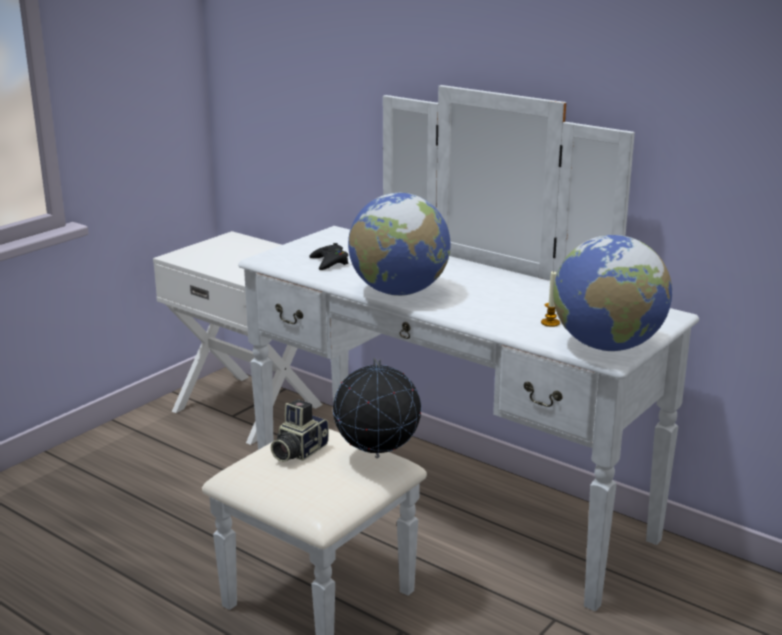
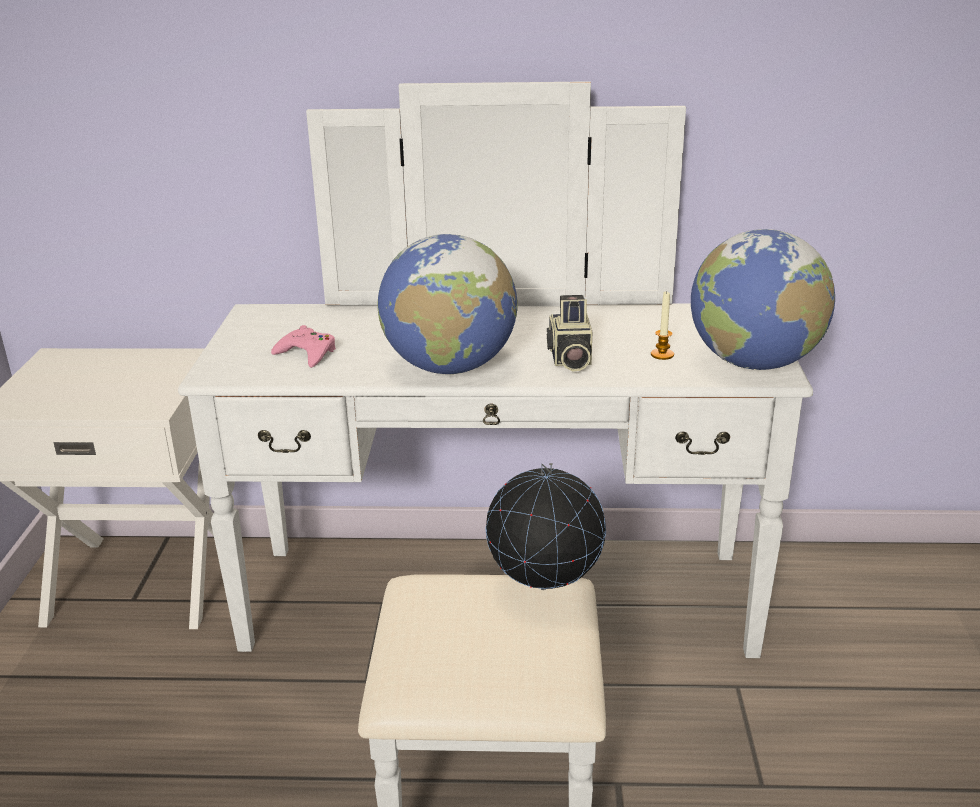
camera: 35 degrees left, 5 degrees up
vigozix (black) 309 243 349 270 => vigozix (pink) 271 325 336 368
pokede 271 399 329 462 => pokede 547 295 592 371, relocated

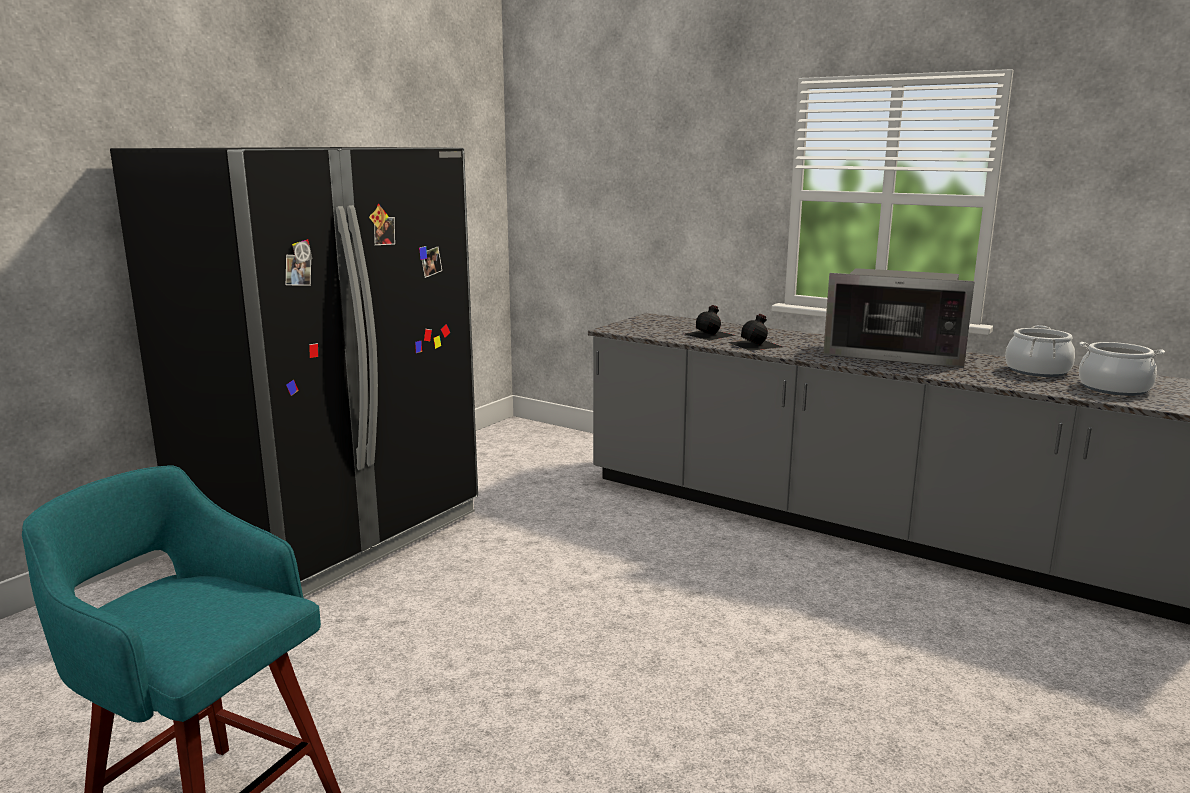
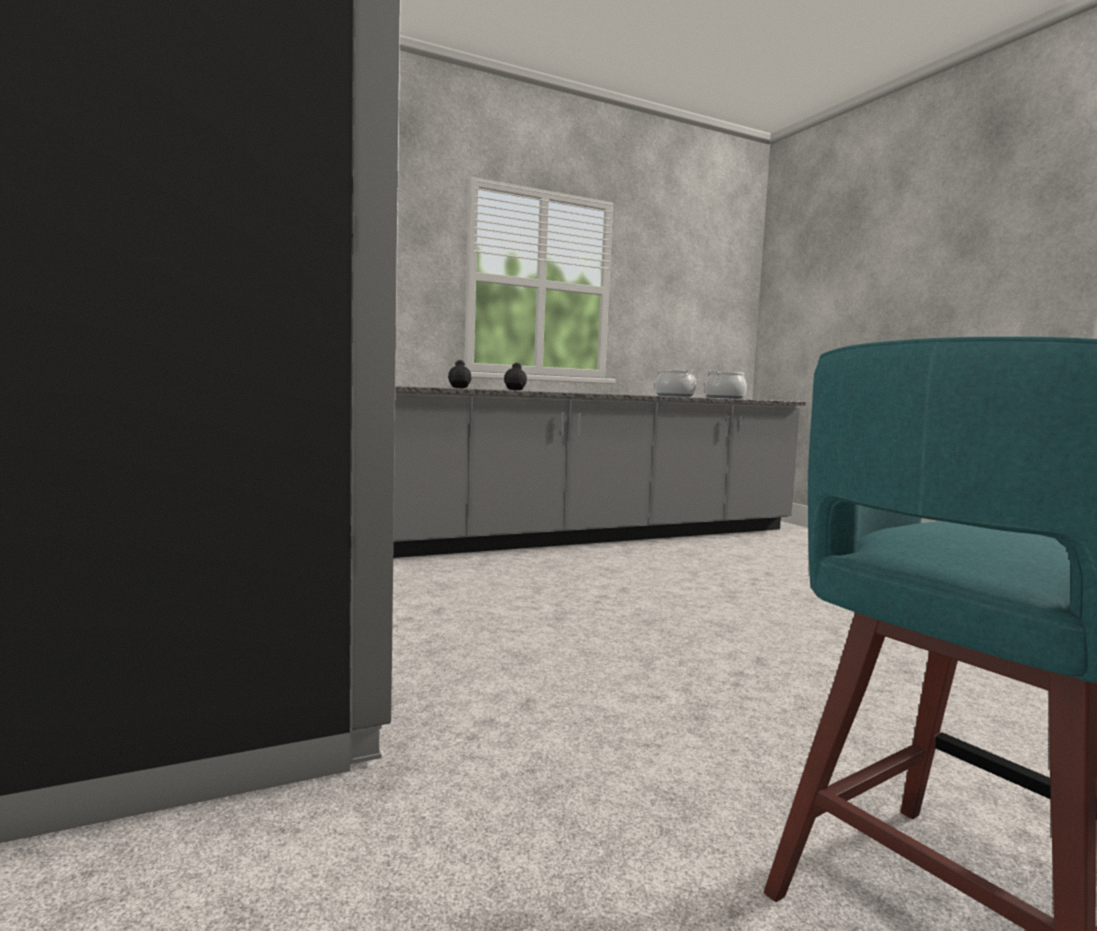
camera: 60 degrees left, 10 degrees down
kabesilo 823 268 975 368 => nothing

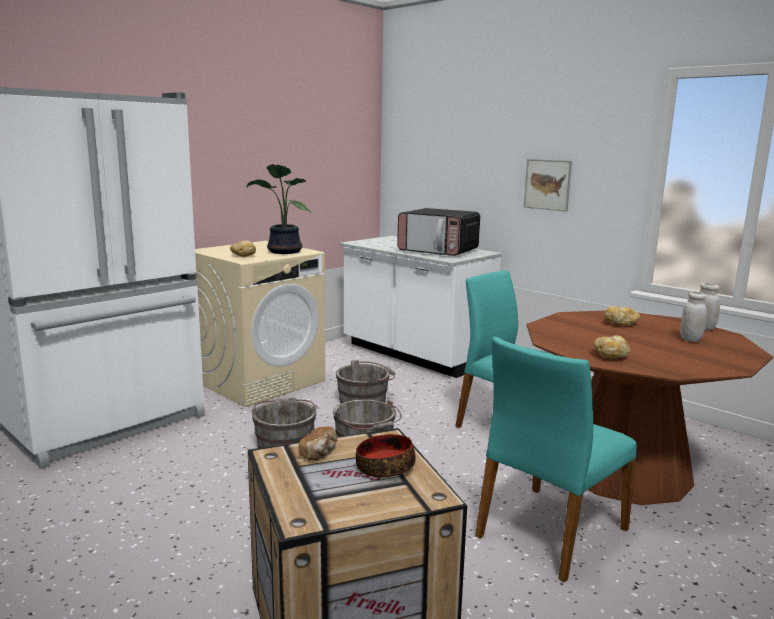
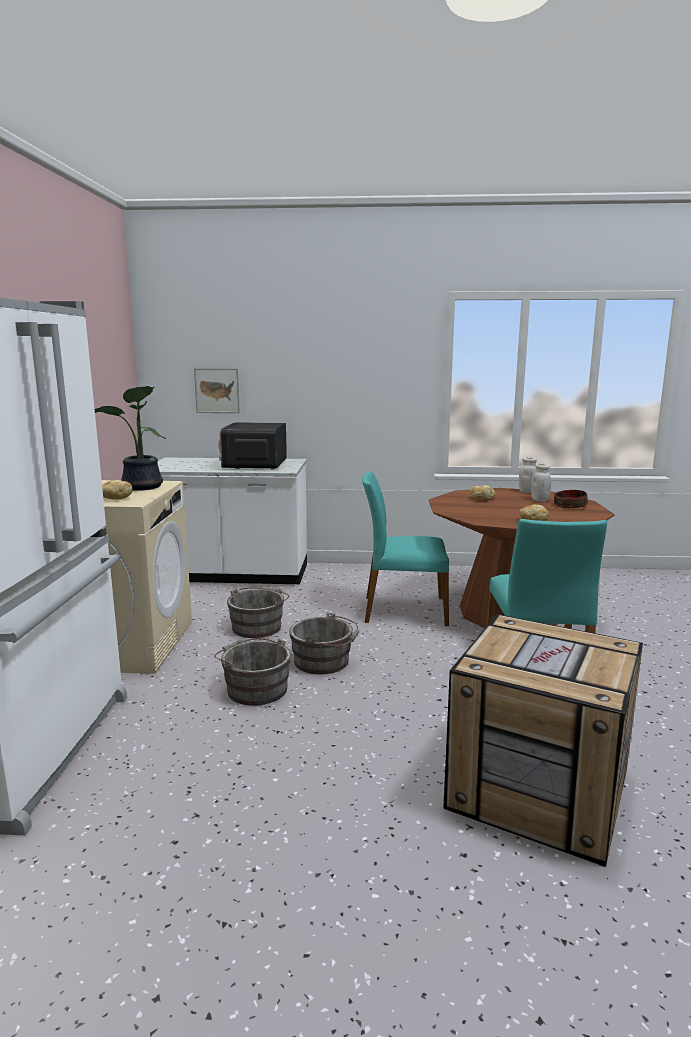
camera: 40 degrees left, 0 degrees up
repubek 524 159 572 212 => repubek 194 368 240 413, relocated
kabesilo 397 208 480 256 => kabesilo 218 422 287 469, 105 degrees clockwise
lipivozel 298 426 338 461 => nothing
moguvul 356 434 416 478 => moguvul 554 490 588 509, relocated

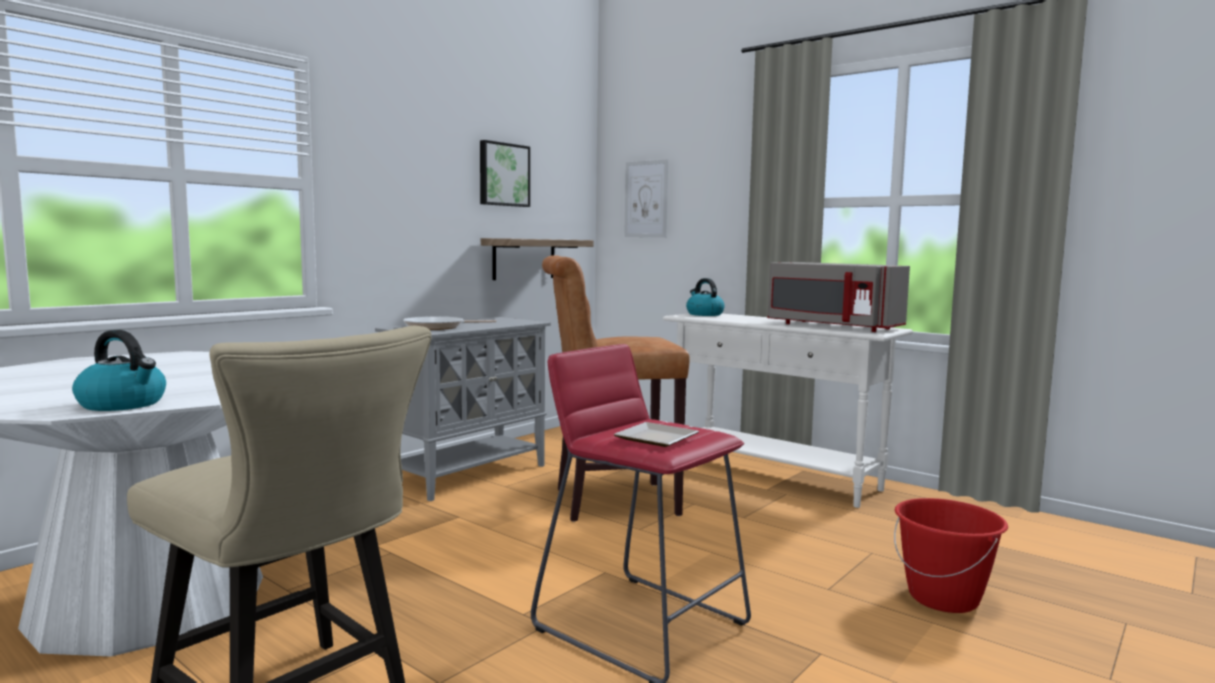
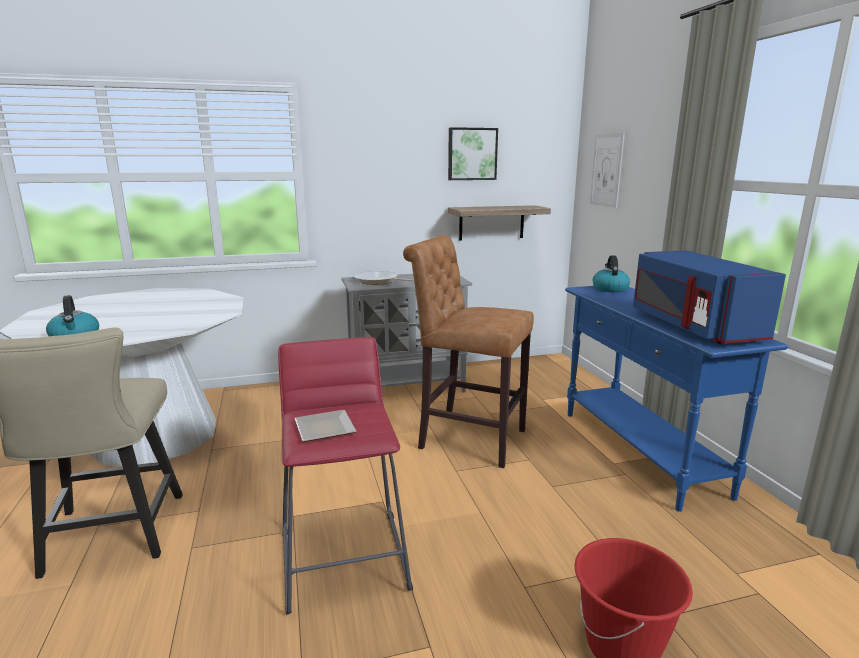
camera: 35 degrees right, 10 degrees up
kabesilo (grey) 768 262 910 332 => kabesilo (blue) 633 250 786 344
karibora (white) 663 313 913 508 => karibora (blue) 565 286 788 512

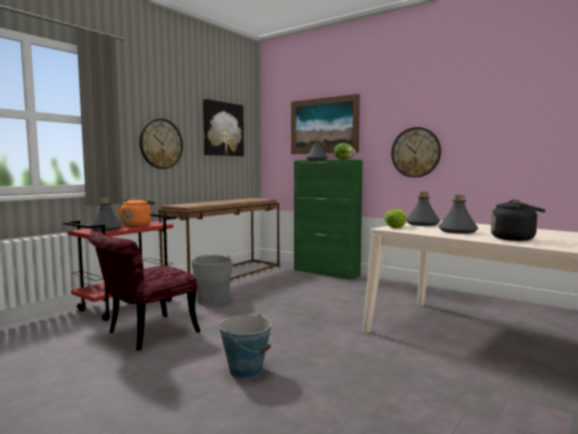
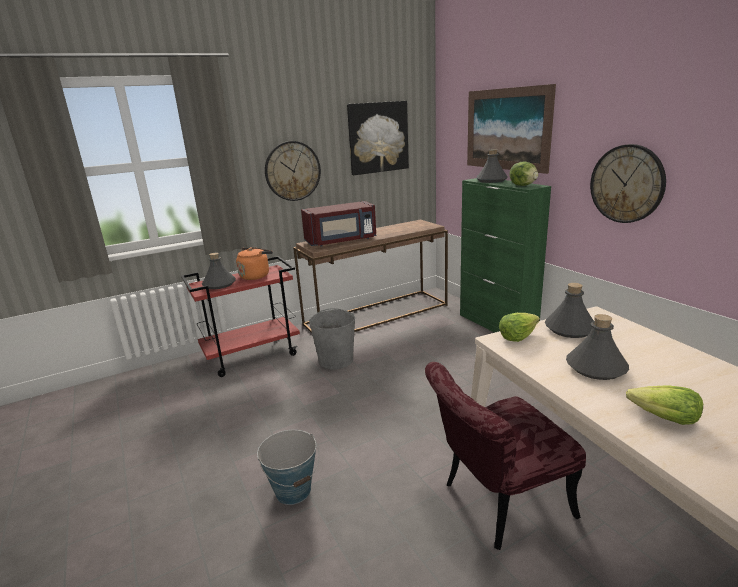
camera: 25 degrees right, 15 degrees up
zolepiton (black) 491 200 546 241 => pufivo 626 385 703 425
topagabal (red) 88 232 201 351 => topagabal (red) 425 362 586 550, relocated
nothing => kabesilo (red) 301 201 376 247

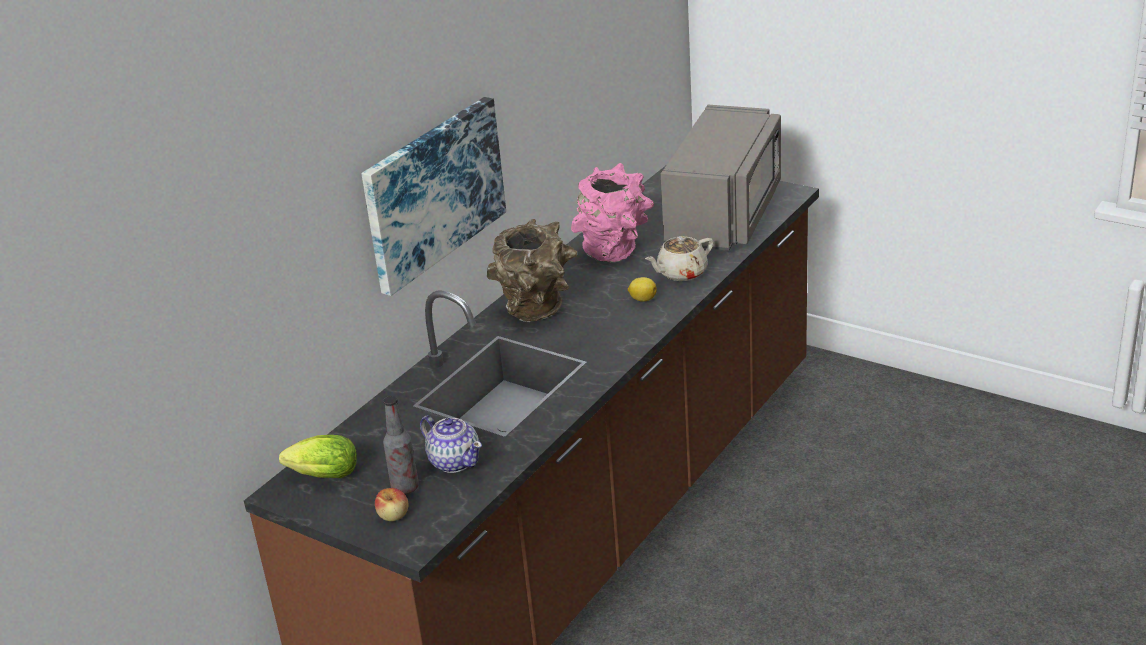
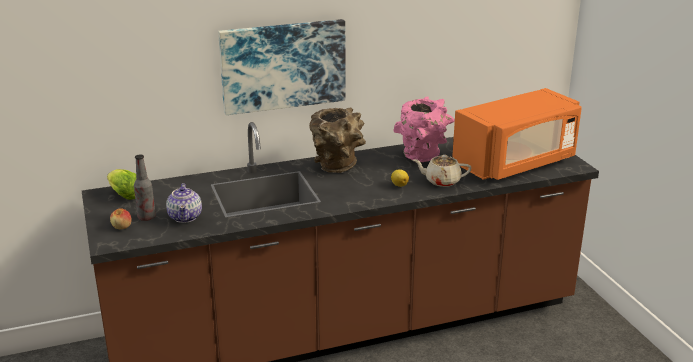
camera: 35 degrees right, 5 degrees down
kabesilo (grey) 661 105 781 251 => kabesilo (orange) 452 88 582 180

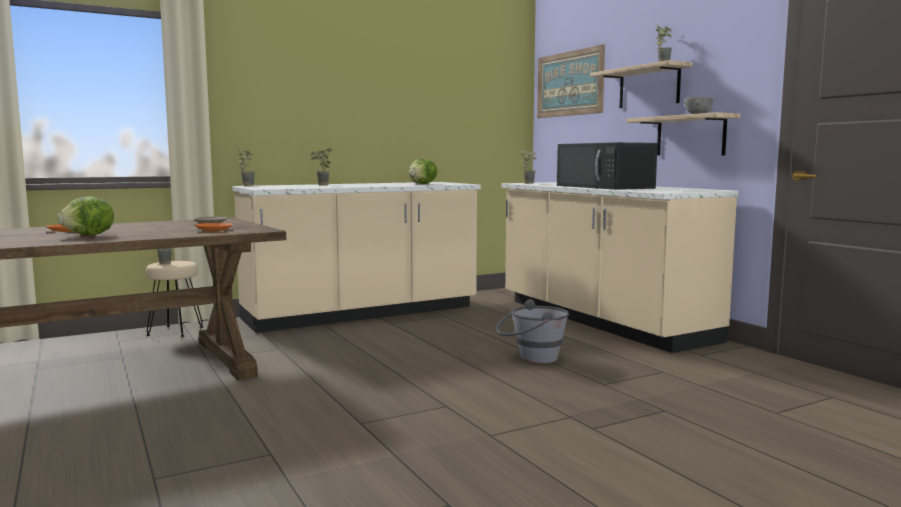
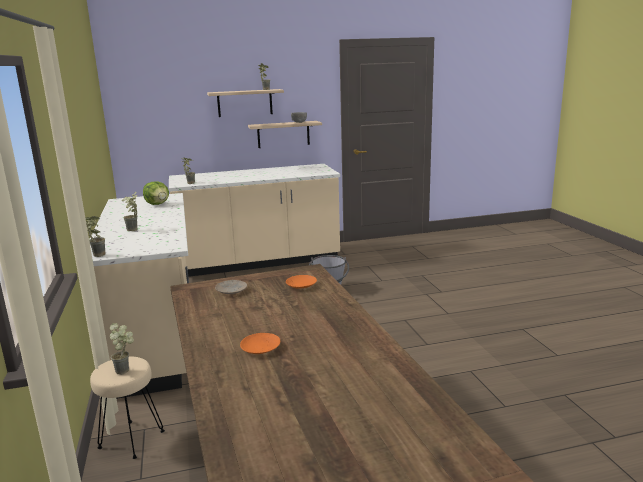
camera: 75 degrees left, 10 degrees up
repubek 537 44 605 118 => nothing
kabesilo (black) 557 142 658 190 => nothing
pufivo 57 196 114 235 => nothing

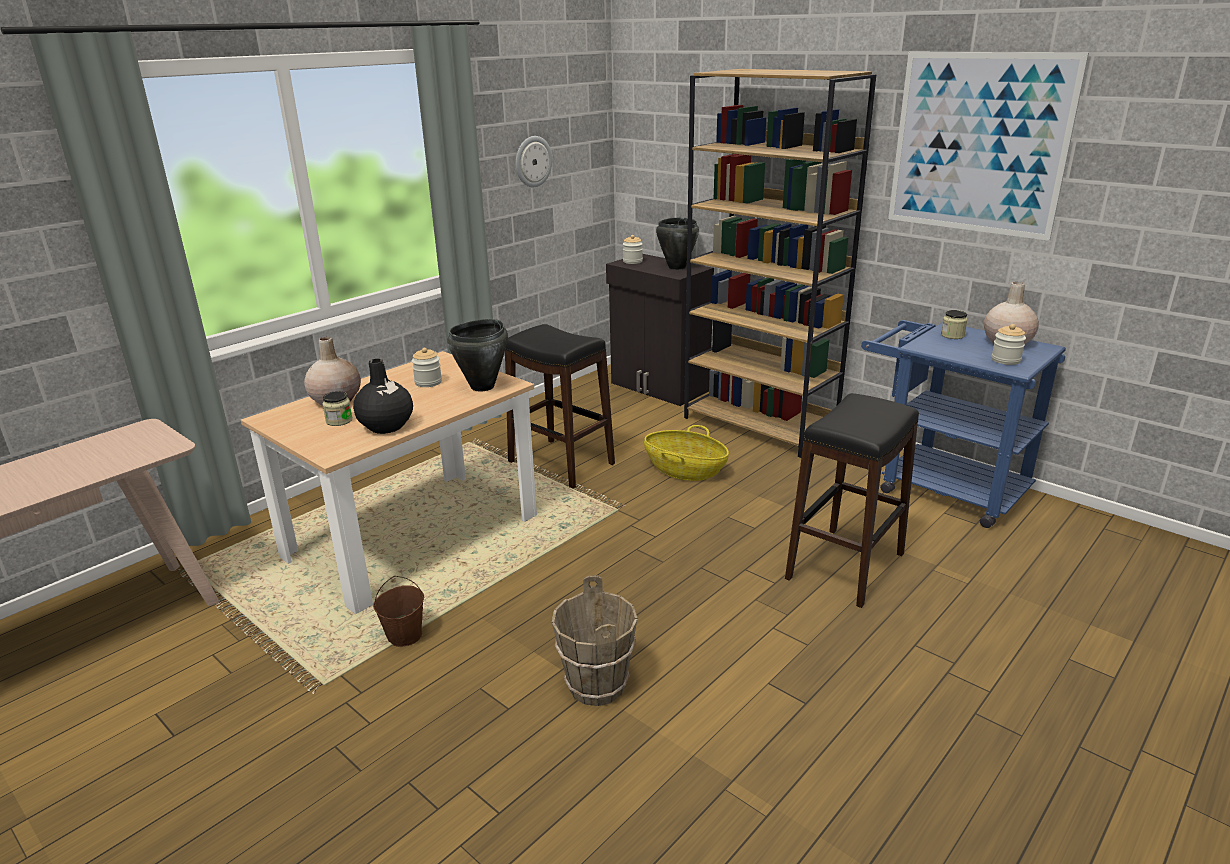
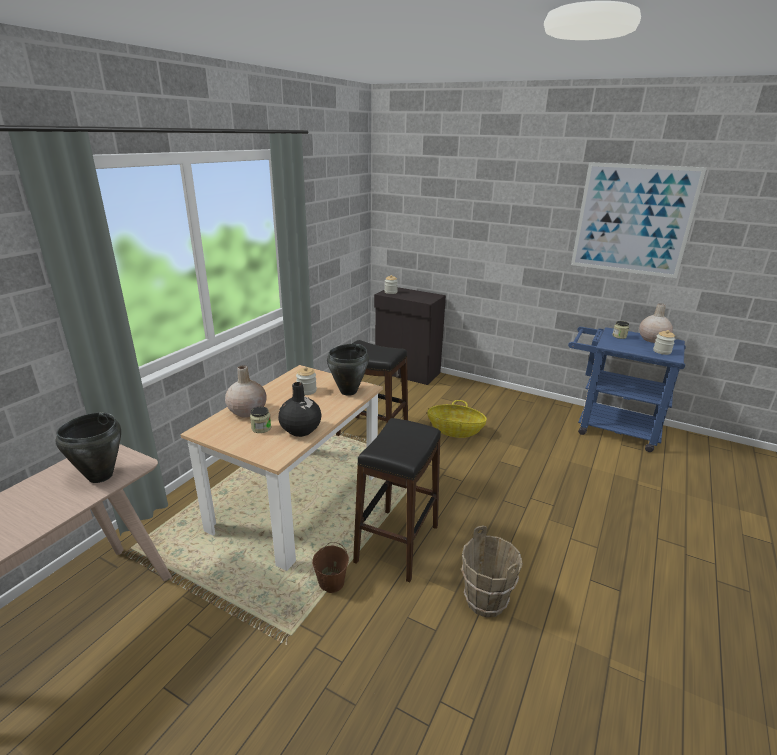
camera: 15 degrees left, 0 degrees up
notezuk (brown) 684 69 876 458 => nothing
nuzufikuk 516 136 552 188 => nothing
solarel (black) 656 217 699 270 => solarel (black) 56 412 121 483, relocated
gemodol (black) 785 393 919 608 => gemodol (black) 353 418 441 582, relocated

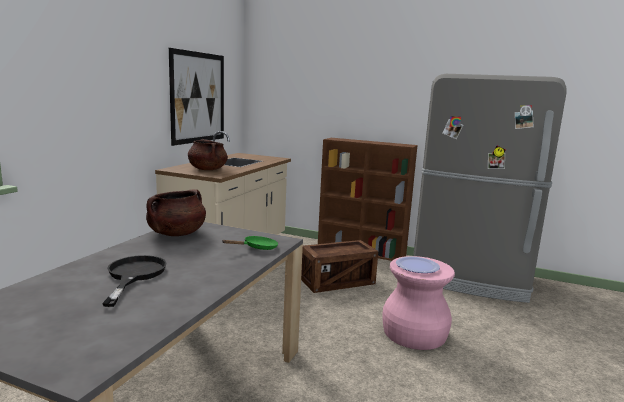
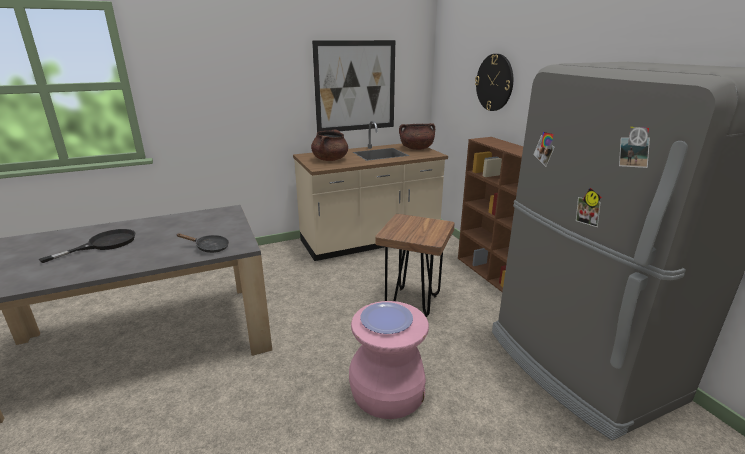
camera: 45 degrees right, 10 degrees up
solarel (brown) 146 189 206 236 => solarel (brown) 399 123 435 150, relocated
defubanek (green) 222 236 278 250 => defubanek (black) 177 233 229 253
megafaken 301 240 378 293 => gemodol (brown) 375 214 455 317
nothing => nuzufikuk 475 54 513 111

